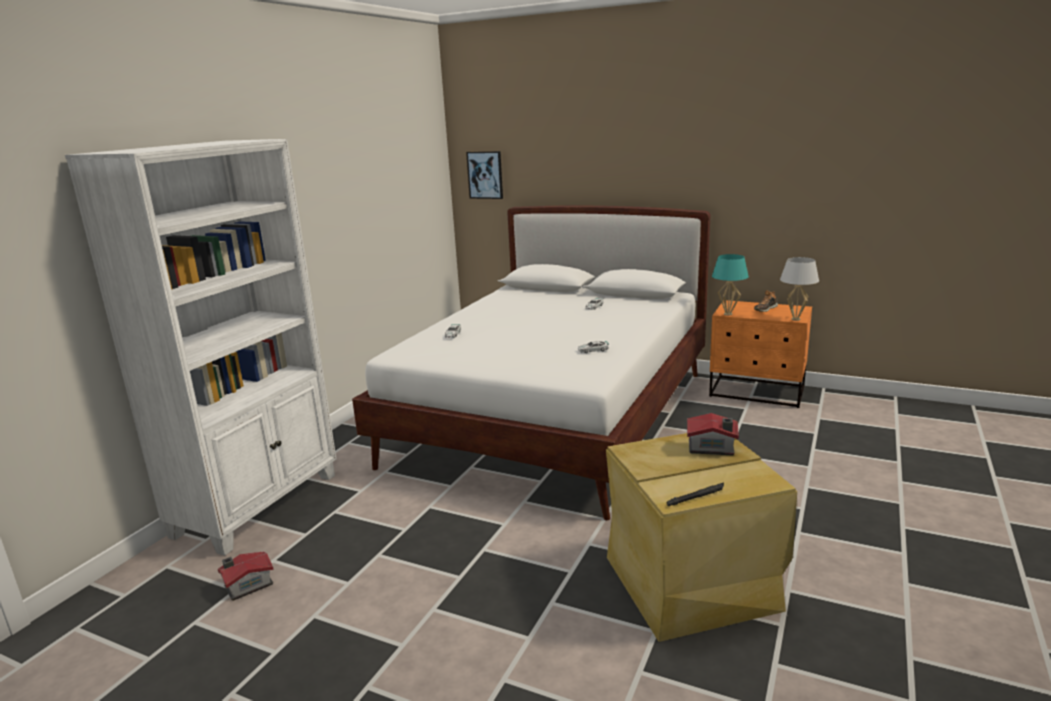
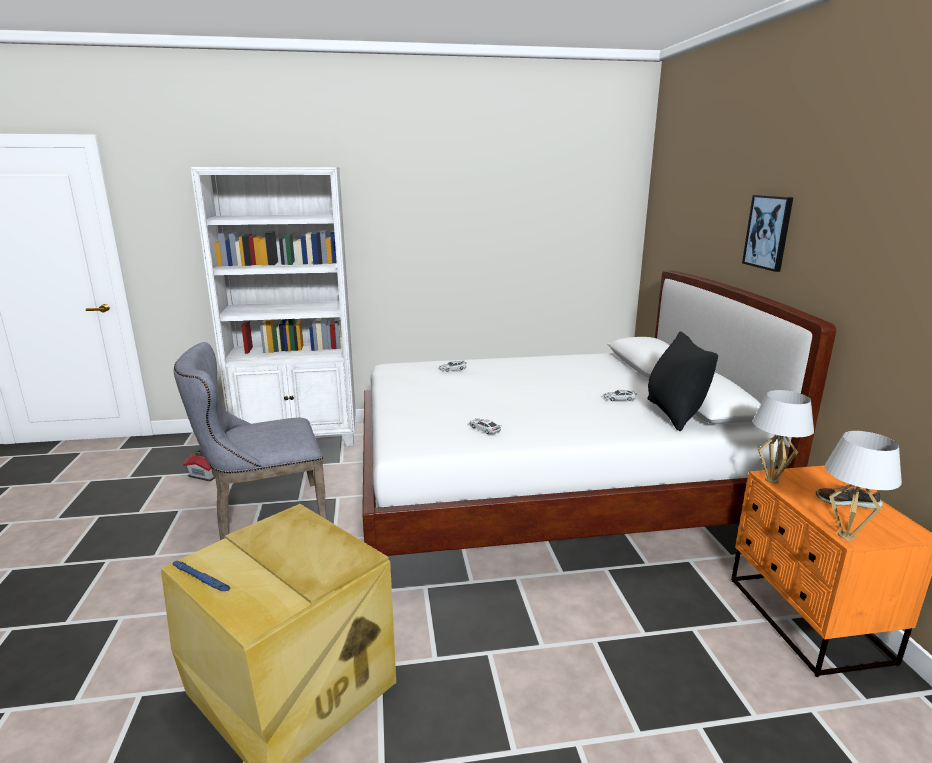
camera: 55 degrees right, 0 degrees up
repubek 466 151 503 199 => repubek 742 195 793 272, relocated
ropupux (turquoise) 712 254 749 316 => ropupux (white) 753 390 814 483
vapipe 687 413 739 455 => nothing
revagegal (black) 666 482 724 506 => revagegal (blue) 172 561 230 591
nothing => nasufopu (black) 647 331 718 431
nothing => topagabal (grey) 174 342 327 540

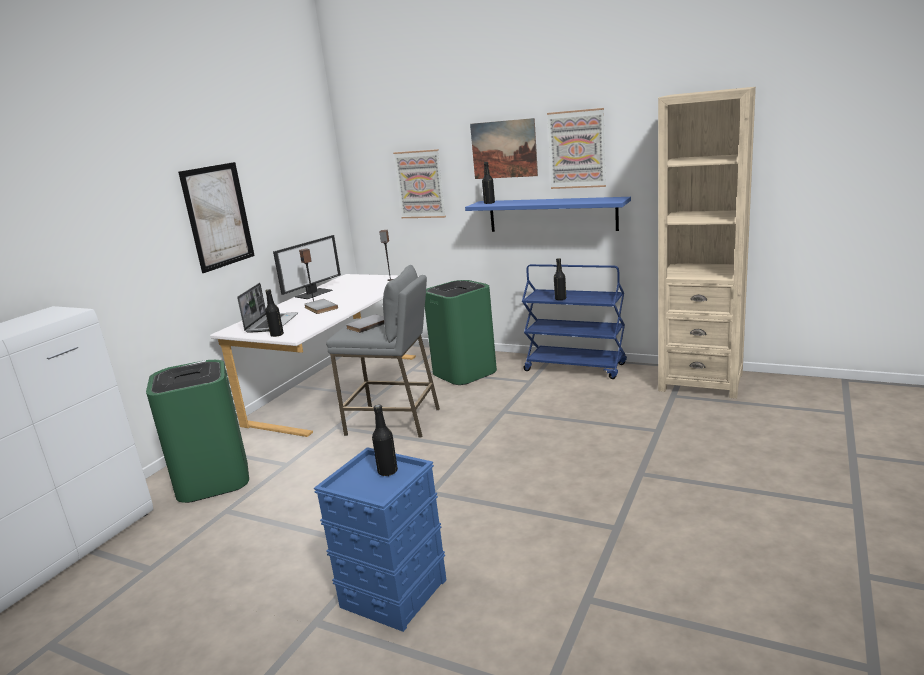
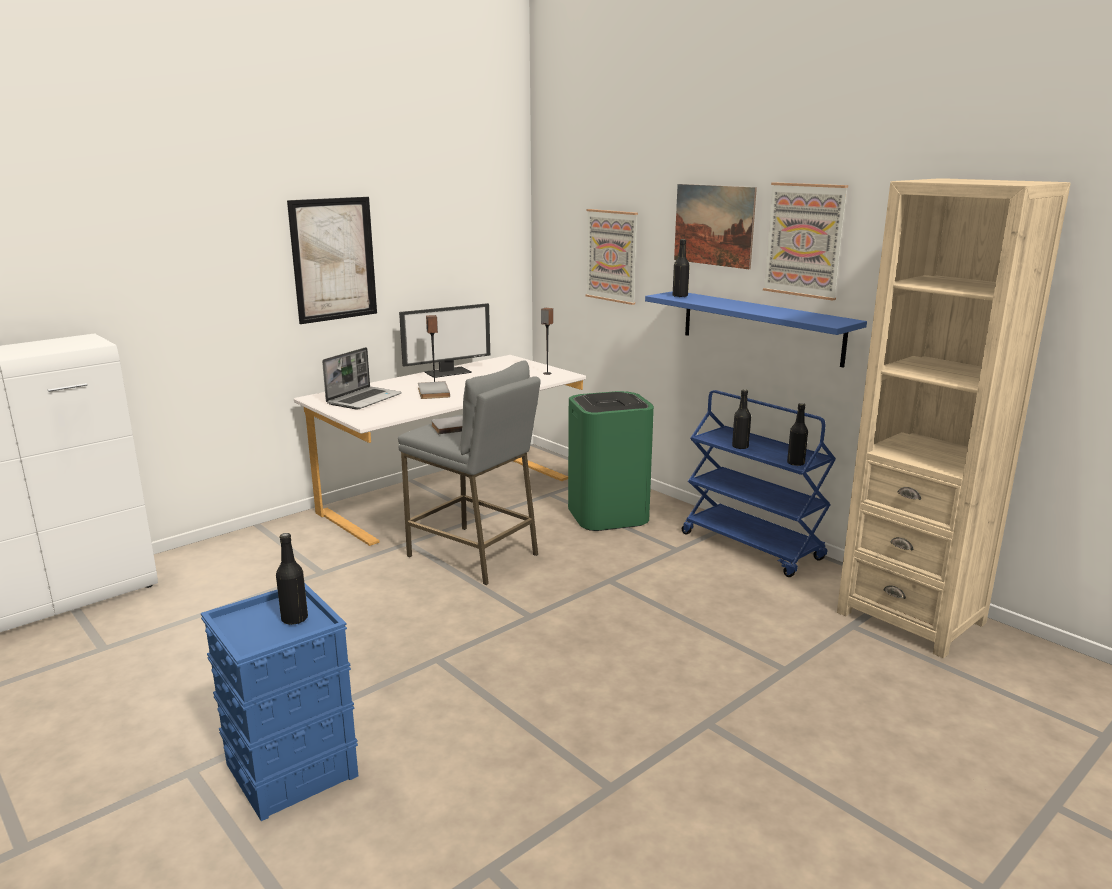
camera: 20 degrees right, 0 degrees up
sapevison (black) 265 289 284 337 => sapevison (black) 787 403 808 466, relocated
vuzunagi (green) 146 360 249 503 => nothing

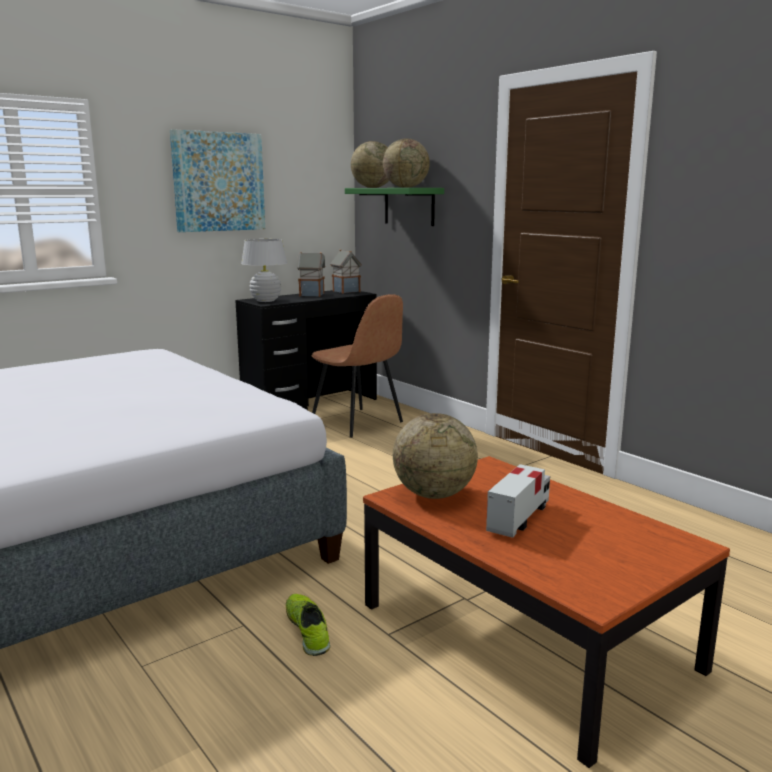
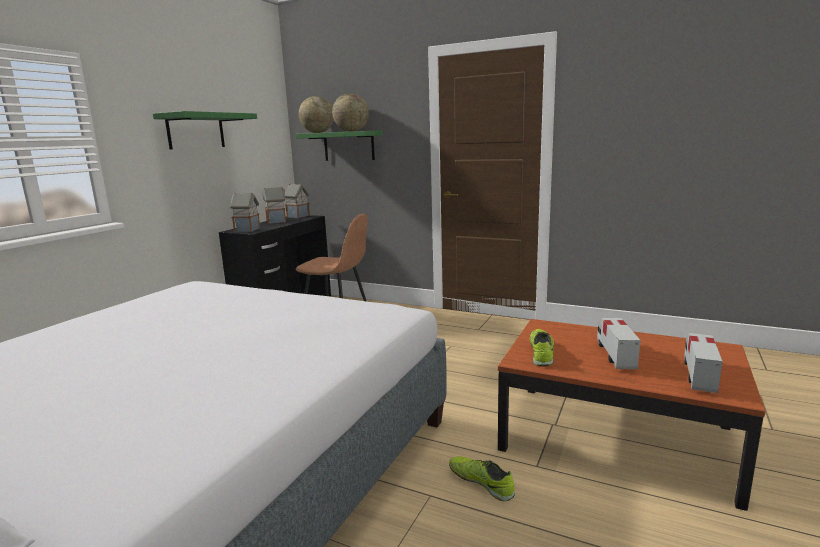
camera: 25 degrees left, 0 degrees up
repubek 170 129 265 232 => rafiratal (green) 153 111 257 149
ropupux (white) 241 239 287 302 => vapipe 230 192 260 232
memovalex 393 413 478 499 => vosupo 530 329 554 366
nothing => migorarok 684 333 723 393

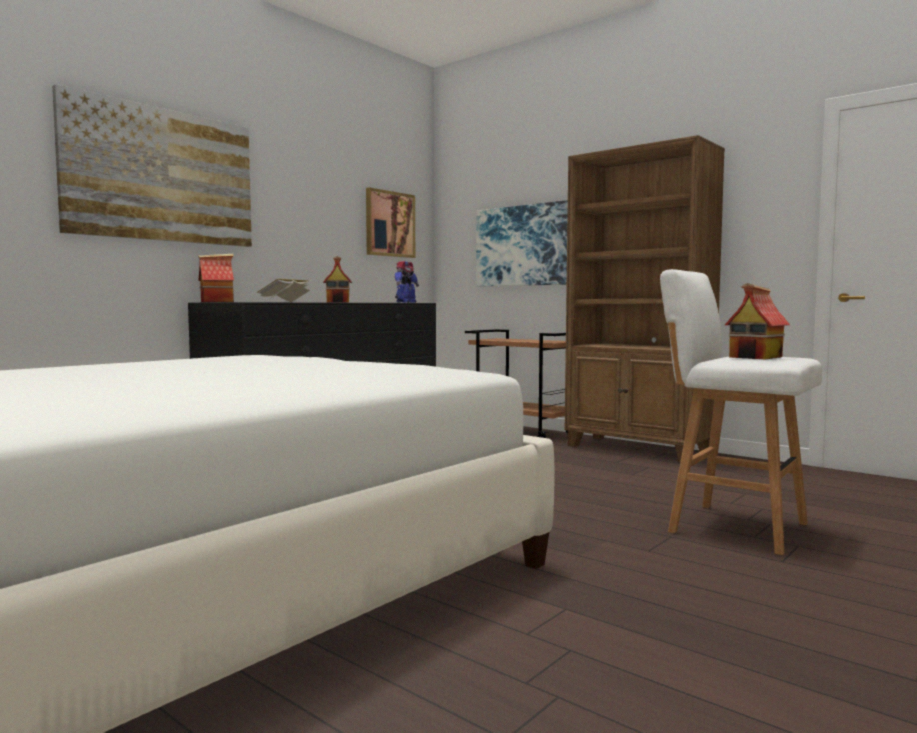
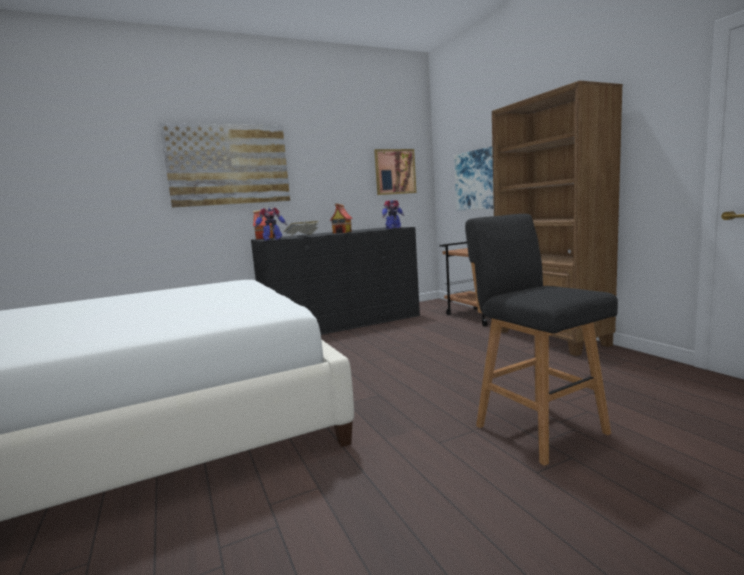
camera: 25 degrees right, 5 degrees up
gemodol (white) 660 269 822 555 => gemodol (black) 465 214 618 466
vapipe 725 283 790 359 => nothing
nothing => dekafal 255 208 287 241

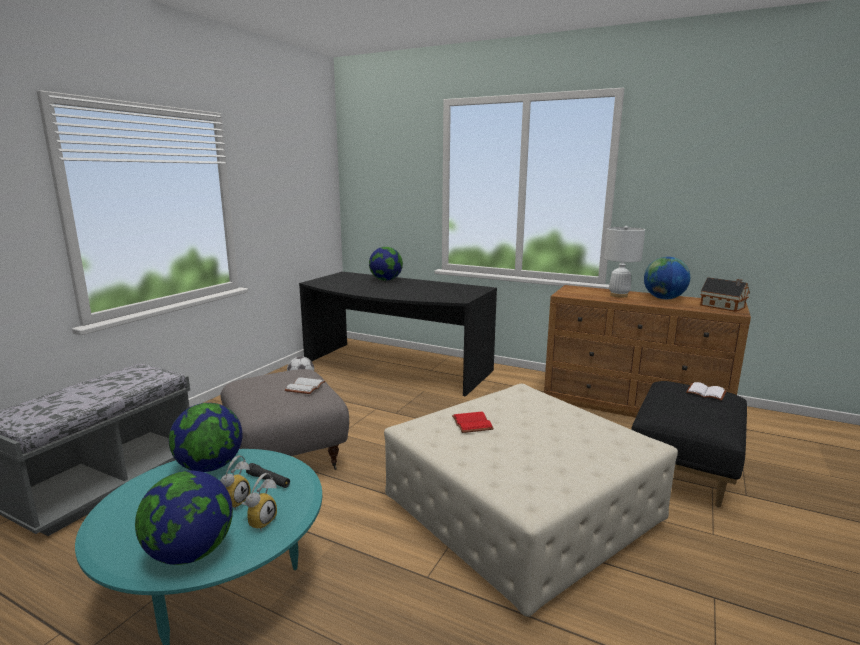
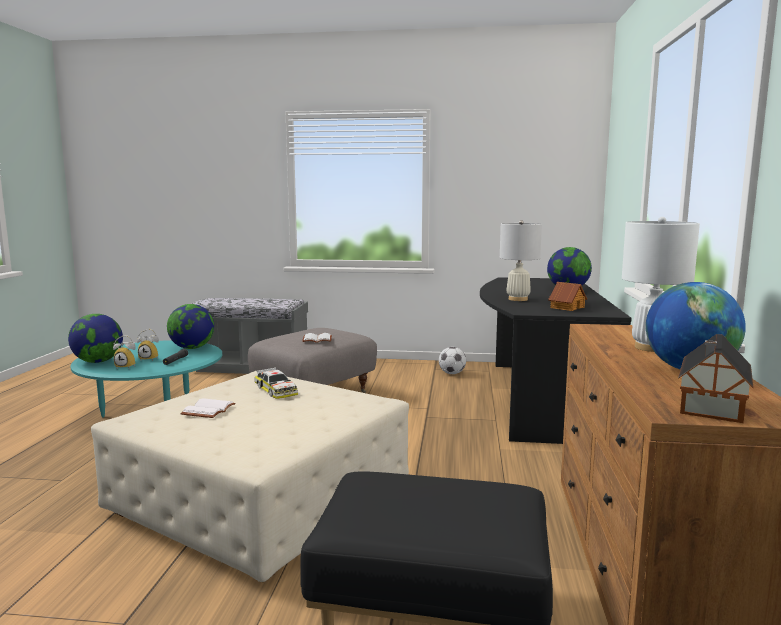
camera: 70 degrees right, 5 degrees down
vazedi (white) 686 382 726 401 => vazedi (white) 180 398 235 418, relocated
vazedi (red) 452 412 494 433 => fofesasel 255 368 298 399
nothing => ropupux (white) 500 220 542 301
nothing => vapipe 548 282 587 311

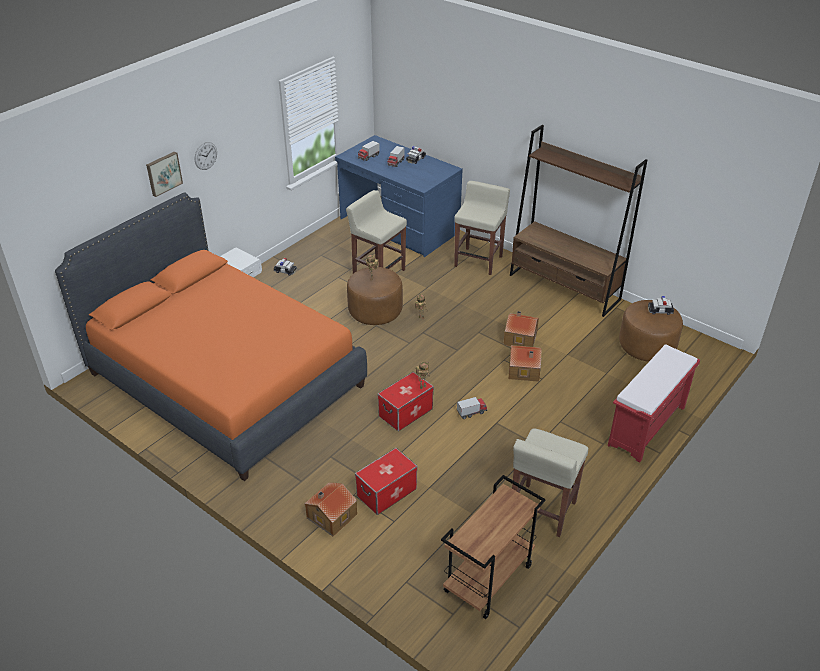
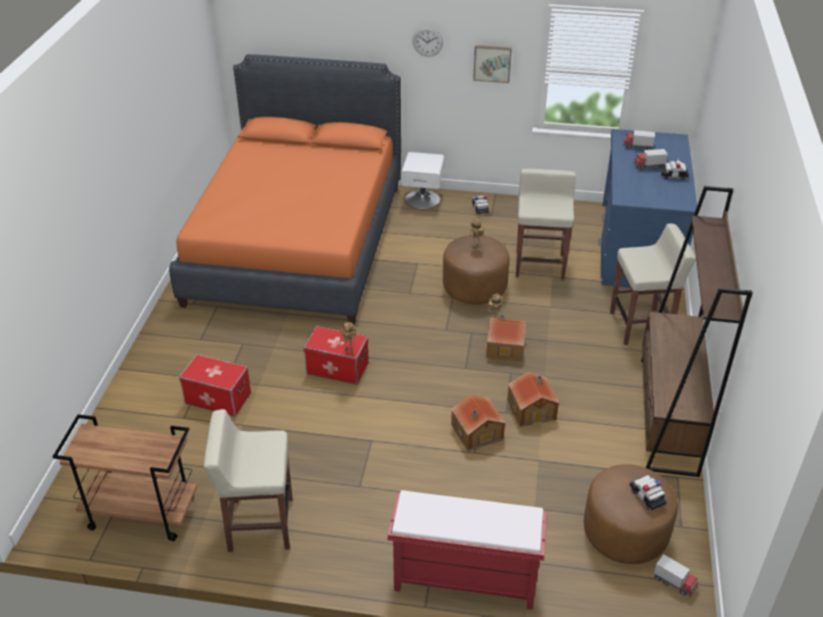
camera: 60 degrees right, 0 degrees up
repubek 146 151 183 197 => repubek 473 45 512 83, relocated
migorarok 457 397 487 419 => migorarok 654 554 698 597, relocated
vapipe 305 482 357 536 => vapipe 486 315 526 362, relocated

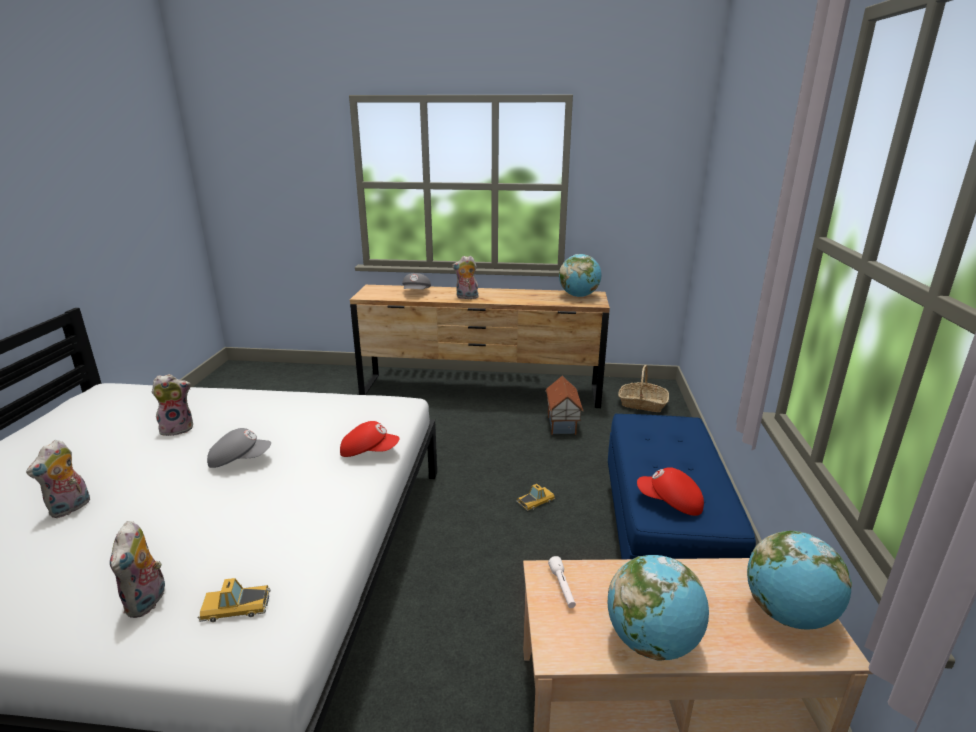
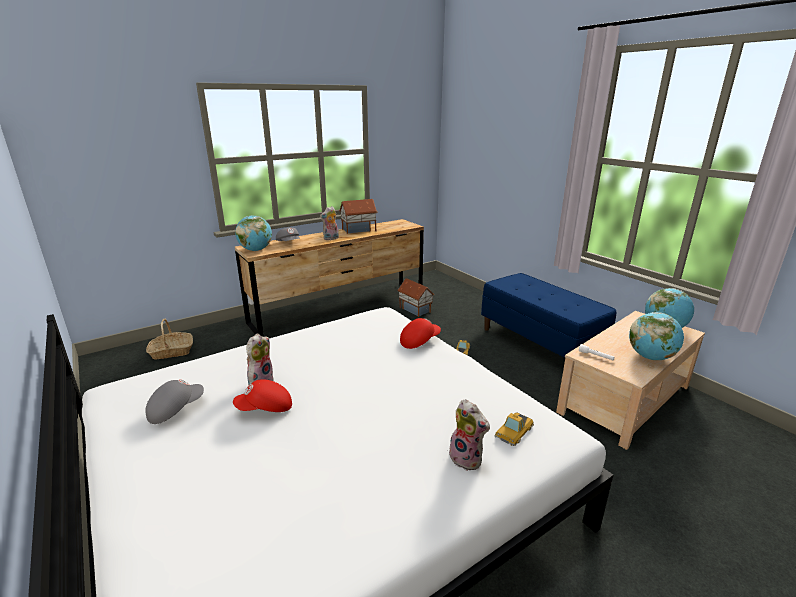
camera: 40 degrees left, 0 degrees up
memovalex 559 254 601 297 => memovalex 235 216 272 251, relocated
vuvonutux 618 365 669 412 => vuvonutux 146 319 193 360, relocated
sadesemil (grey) 207 428 271 468 => sadesemil (grey) 145 379 204 424, relocated
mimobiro 26 440 90 518 => nothing
sadesemil (red) 637 467 704 516 => sadesemil (red) 233 379 292 412, relocated
nothing => vapipe 339 199 378 234

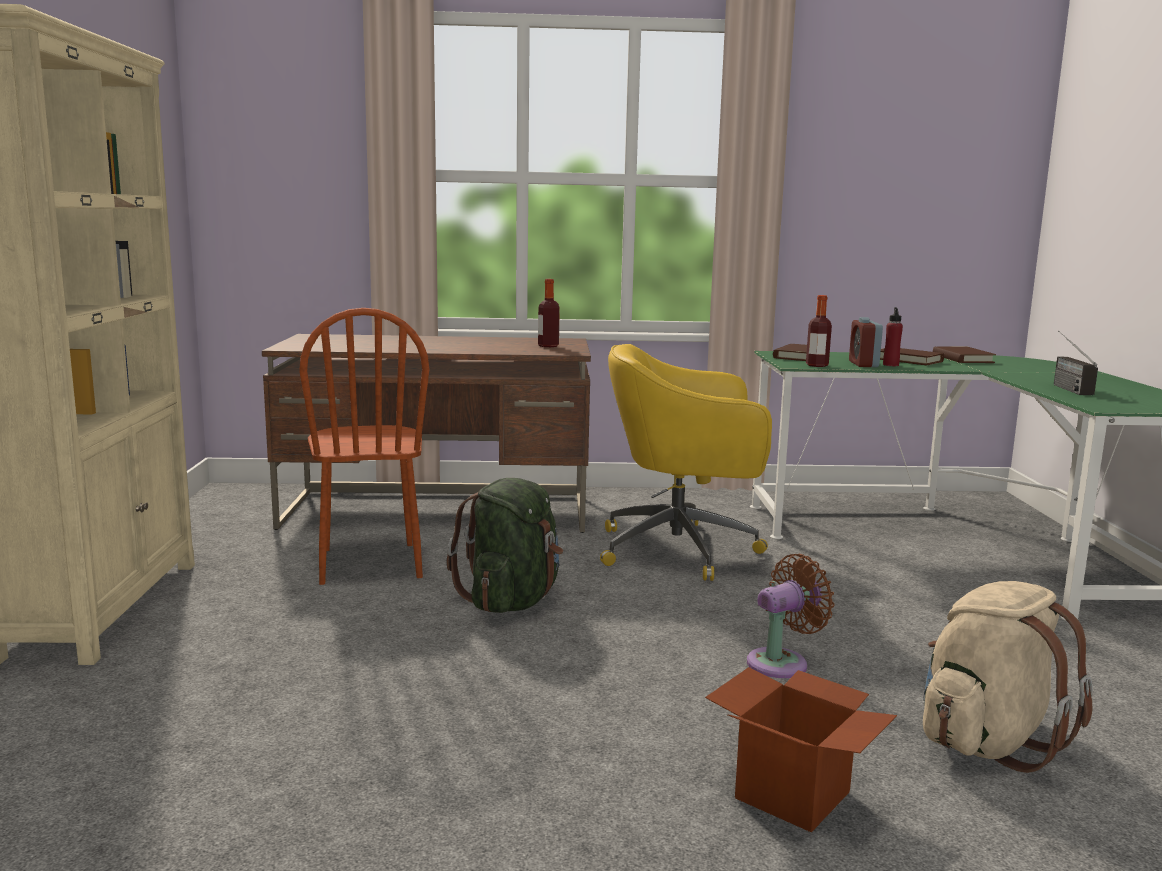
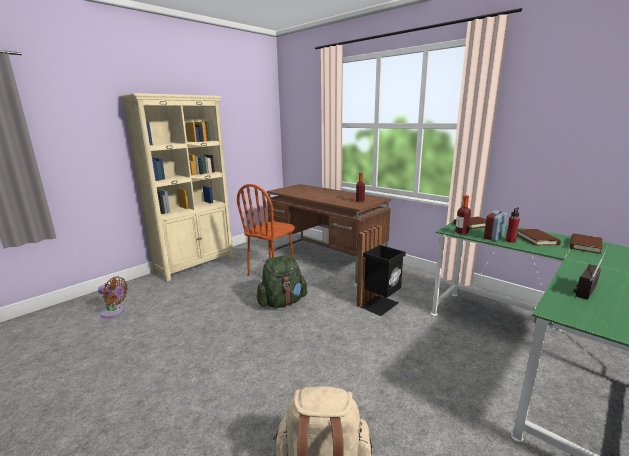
camera: 45 degrees right, 5 degrees up
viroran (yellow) 600 344 772 581 => vuzunagi (black) 356 225 406 316
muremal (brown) 747 554 835 678 => muremal (brown) 98 277 128 318, relocated
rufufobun 705 667 897 832 => nothing

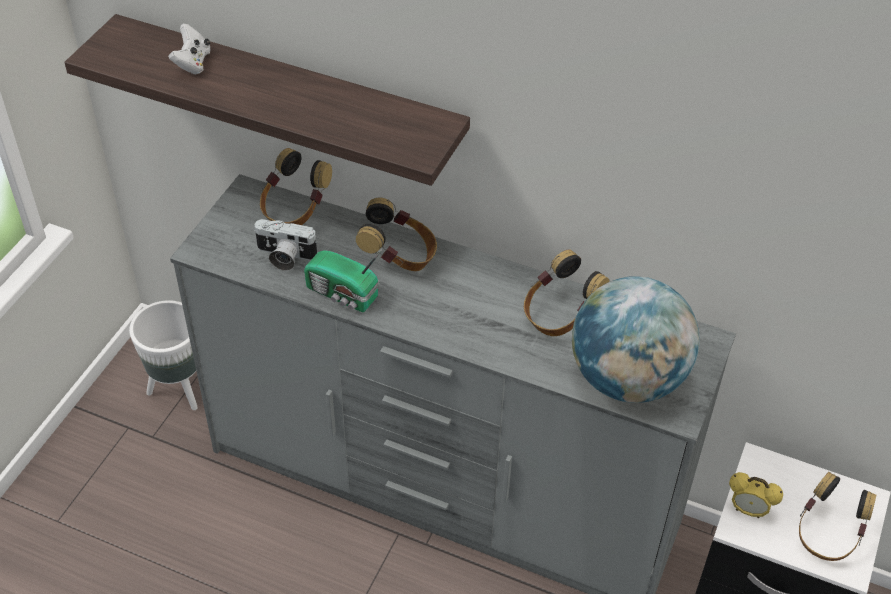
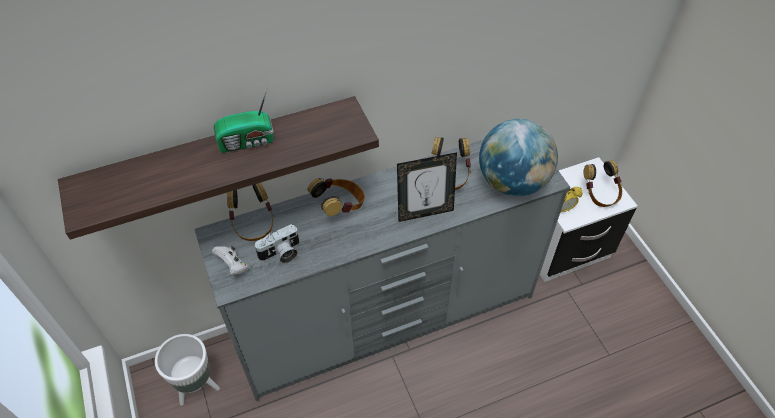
camera: 45 degrees left, 5 degrees up
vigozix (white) 168 24 211 74 => vigozix (white) 212 246 248 275, relocated
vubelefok 304 250 382 312 => vubelefok 214 89 273 153, relocated
nothing => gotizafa 397 152 457 222

